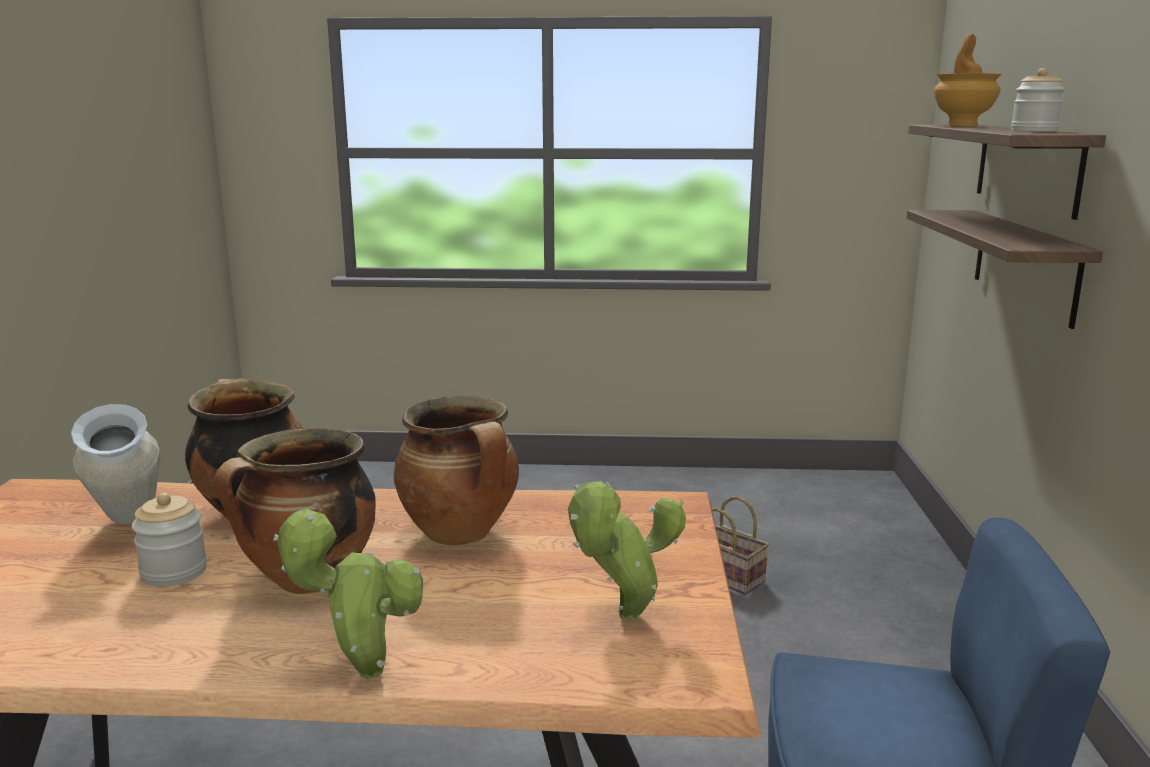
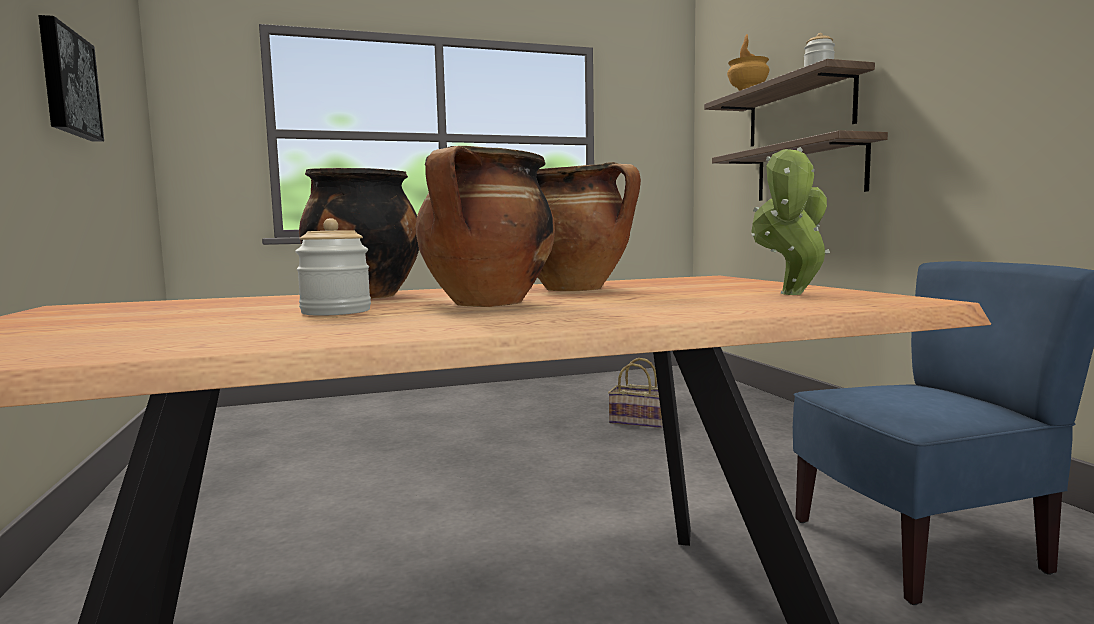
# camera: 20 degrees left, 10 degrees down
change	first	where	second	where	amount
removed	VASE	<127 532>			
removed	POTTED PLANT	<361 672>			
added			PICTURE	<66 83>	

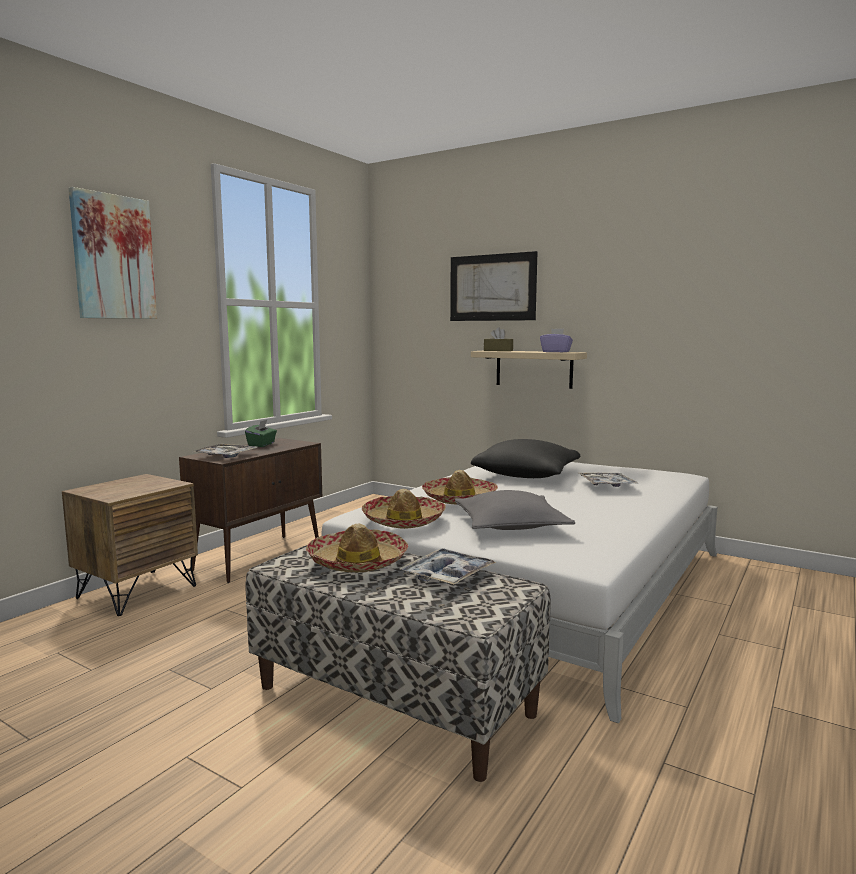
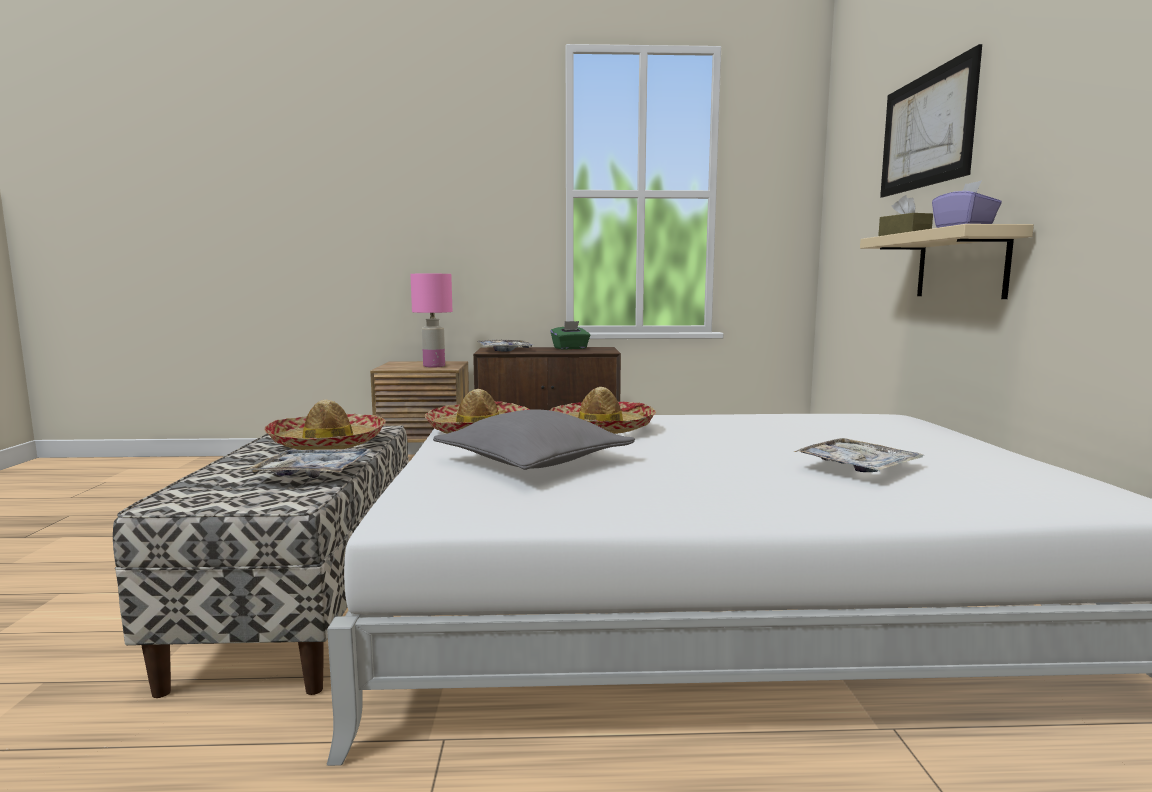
# camera: 55 degrees right, 0 degrees up
change	first	where	second	where	amount
removed	PICTURE	<113 257>			
removed	BLACK PILLOW	<525 475>			
added			PINK TABLE LAMP	<433 366>	

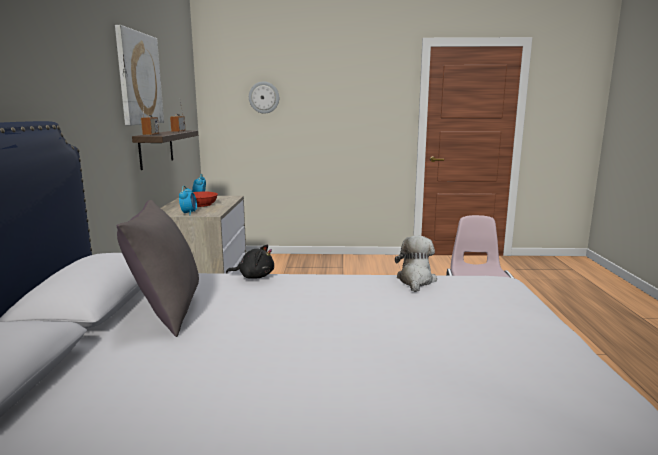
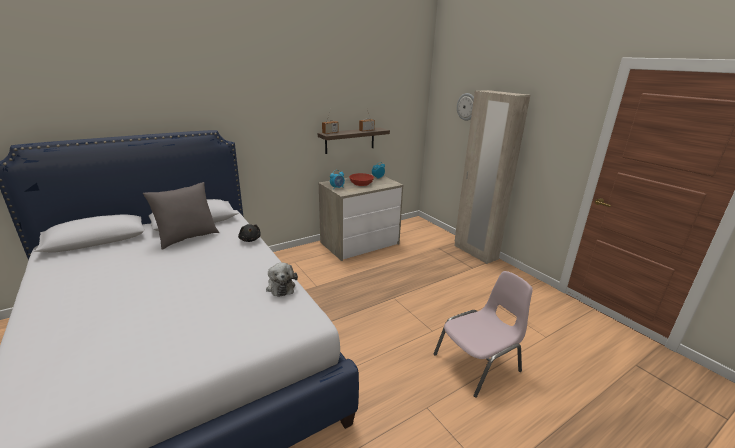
# camera: 55 degrees right, 10 degrees up
change	first	where	second	where	amount
removed	PICTURE	<139 79>			
turned	PLUSH TOY	<415 280>		<280 286>	90 degrees clockwise
added			BEIGE WARDROBE	<475 252>	

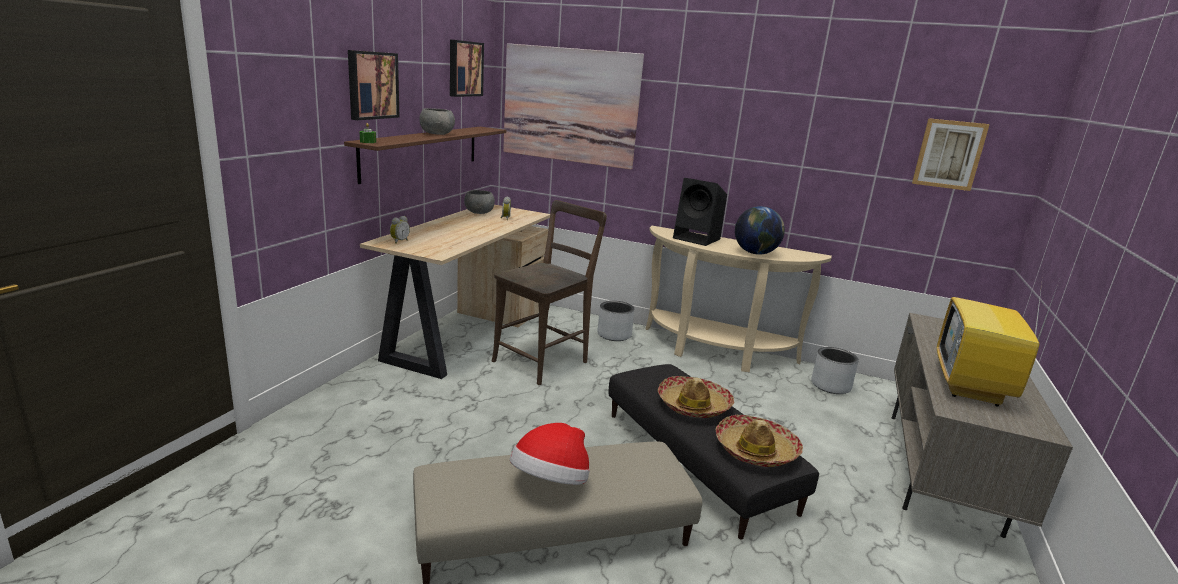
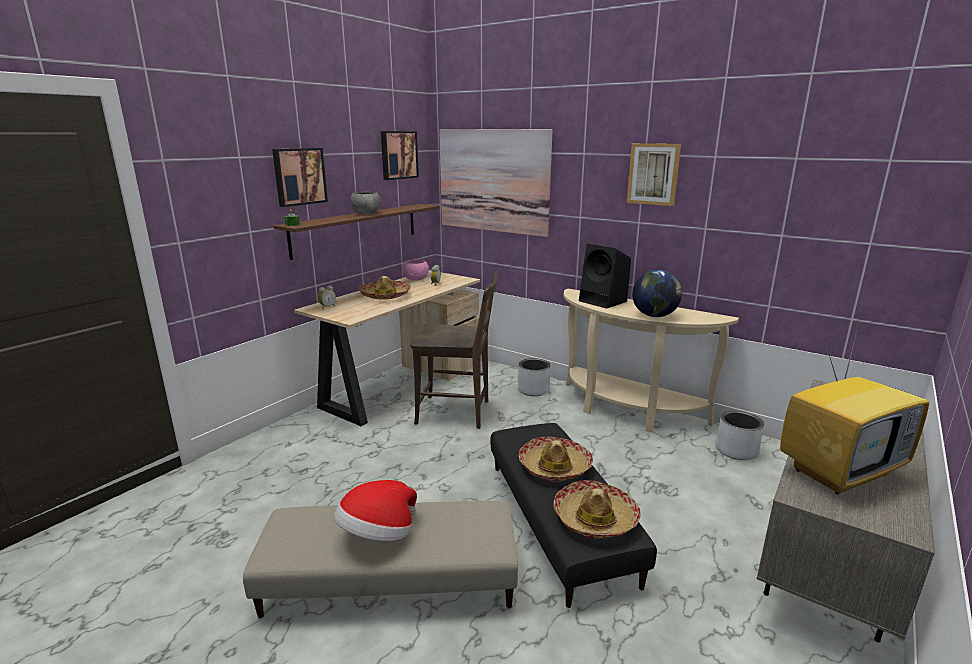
# camera: 15 degrees right, 0 degrees up
change	first	where	second	where	amount
recoloured	GREY BOWL	<479 212>	PINK BOWL	<416 279>	
turned	BROWN CHAIR	<544 360>		<457 412>	45 degrees clockwise
moved	PICTURE	<949 154>		<653 174>	
turned	TELEVISION	<972 388>		<840 470>	150 degrees counterclockwise
added			HAT	<385 295>	

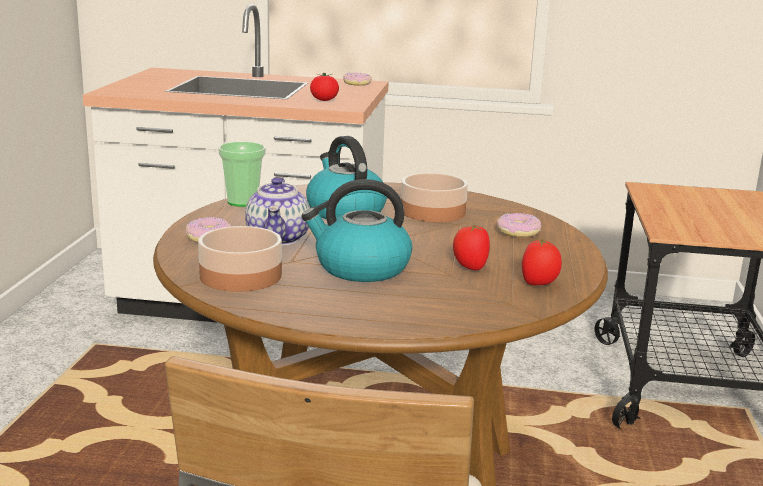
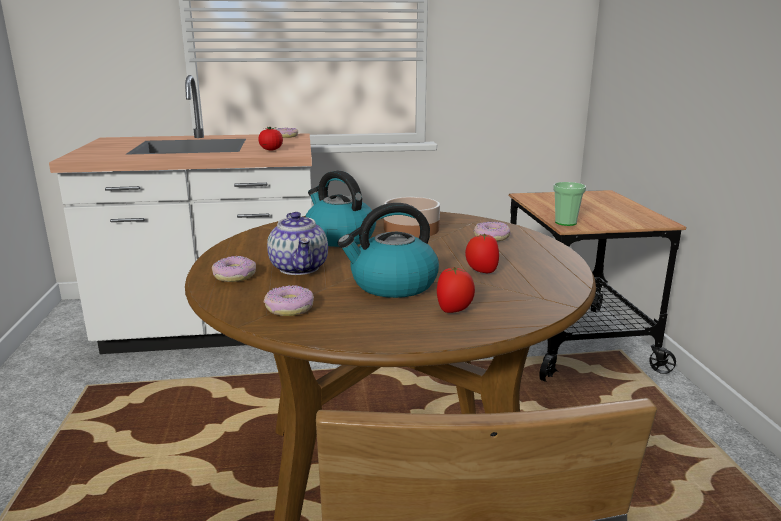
# camera: 15 degrees left, 0 degrees up
change	first	where	second	where	amount
replaced	BOWL	<239 276>	DONUT	<289 308>	
moved	CUP	<243 202>		<565 222>	
moved	TOMATO	<539 284>		<454 310>	

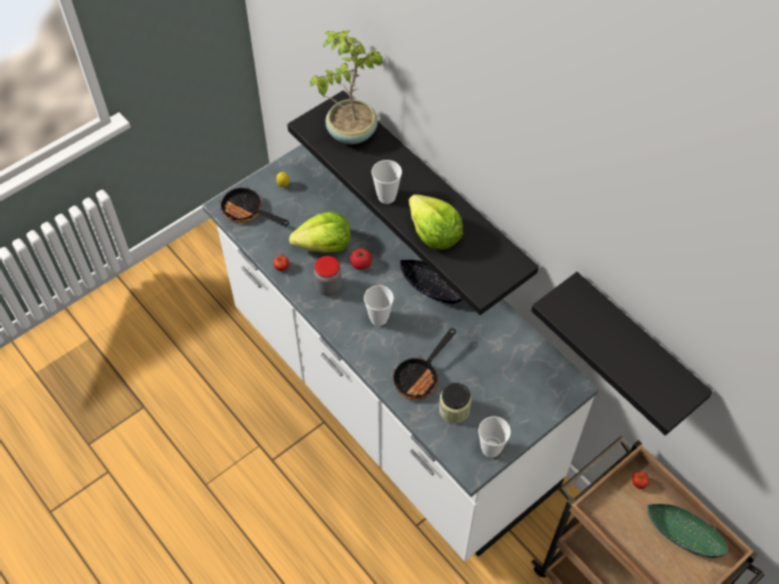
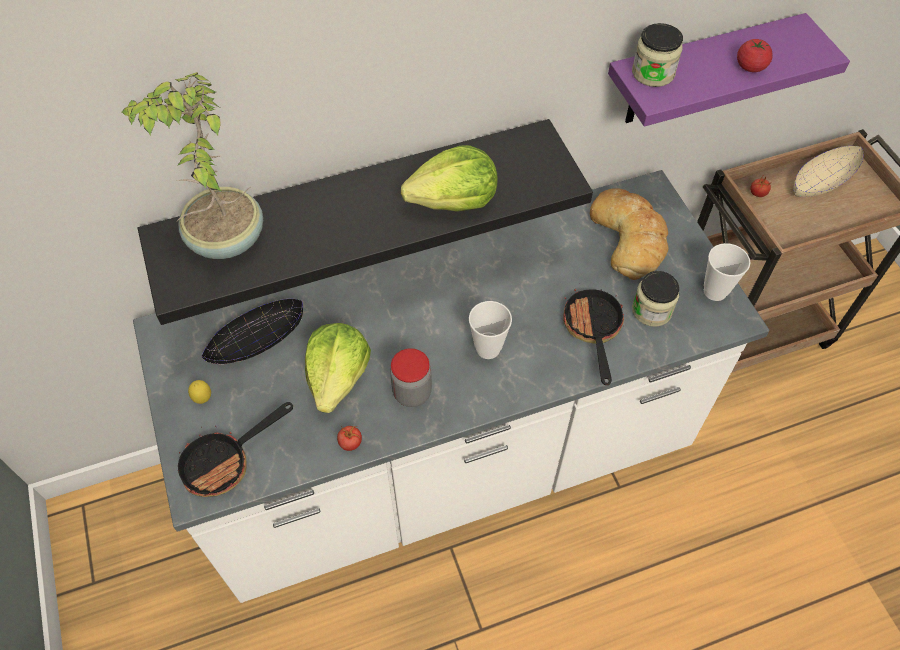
# camera: 70 degrees left, 0 degrees up
change	first	where	second	where	amount
moved	TOMATO	<361 264>		<750 67>	
removed	CUP	<386 197>			
turned	FRYING PAN	<420 376>		<592 330>	150 degrees counterclockwise
moved	BLACK BOWL	<431 287>		<257 340>	
recoloured	BLACK SHELF	<635 347>	PURPLE SHELF	<699 71>	
recoloured	GREEN BOWL	<683 534>	BEIGE BOWL	<822 181>	
added			BREAD	<629 236>	
added			JAR	<653 73>	

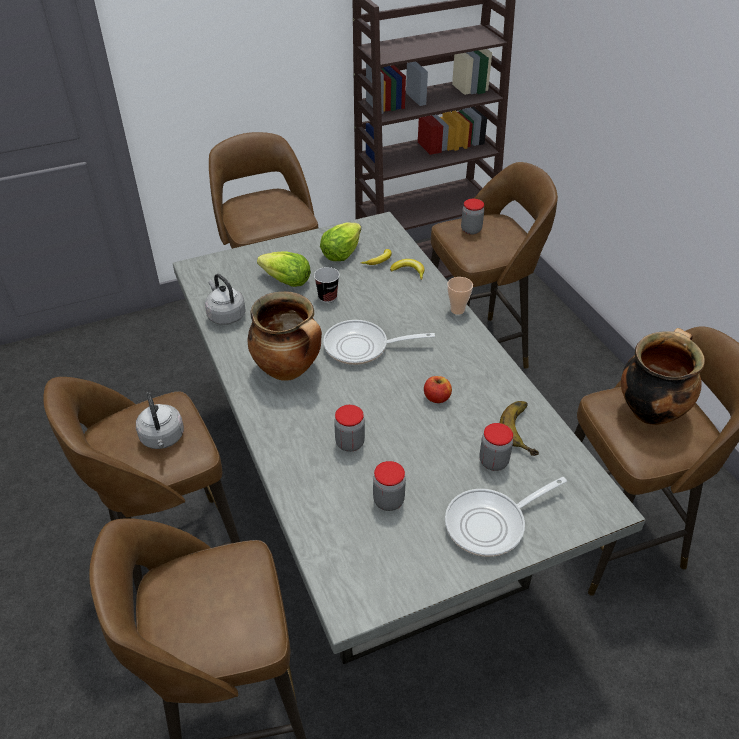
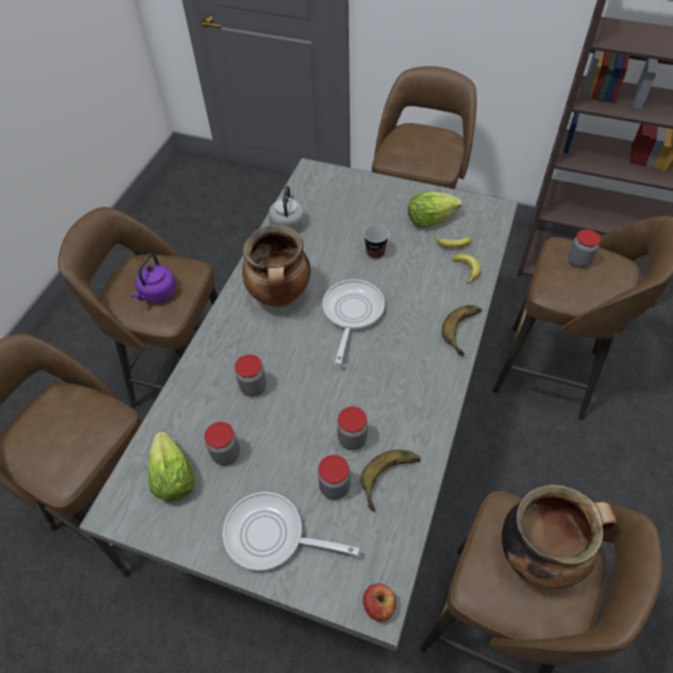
# camera: 45 degrees right, 10 degrees up
change	first	where	second	where	amount
recoloured	GREY KETTLE	<163 439>	PURPLE KETTLE	<157 294>	
moved	LETTUCE	<286 281>		<173 477>	
turned	FRYING PAN	<362 347>		<351 313>	60 degrees clockwise
moved	APPLE	<437 398>		<379 605>	
replaced	CUP	<457 310>	BANANA	<466 331>	
added			JAR	<352 439>	

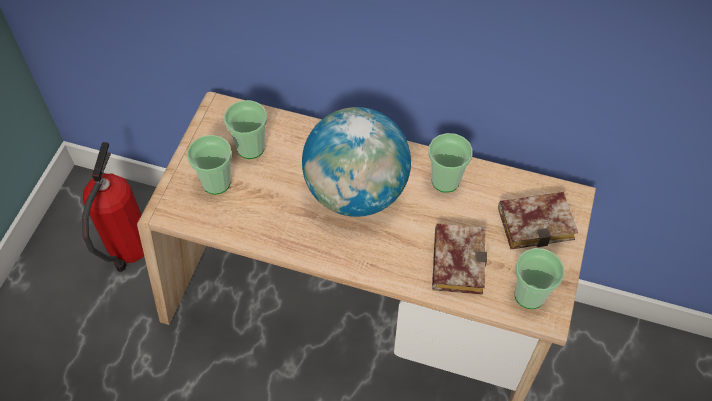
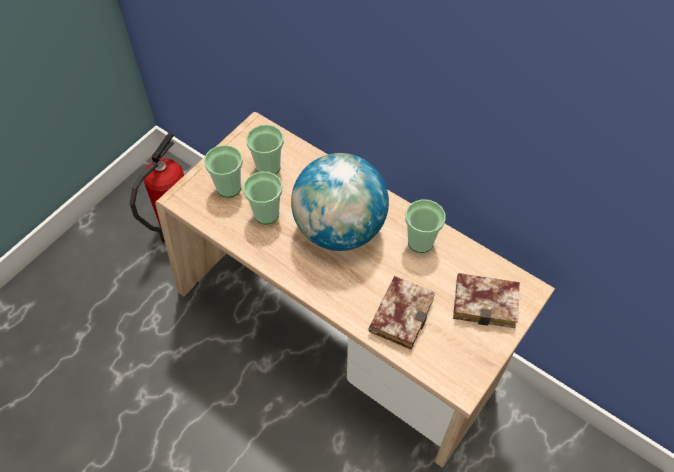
# camera: 20 degrees right, 0 degrees up
change	first	where	second	where	amount
moved	CUP	<529 295>		<266 214>	

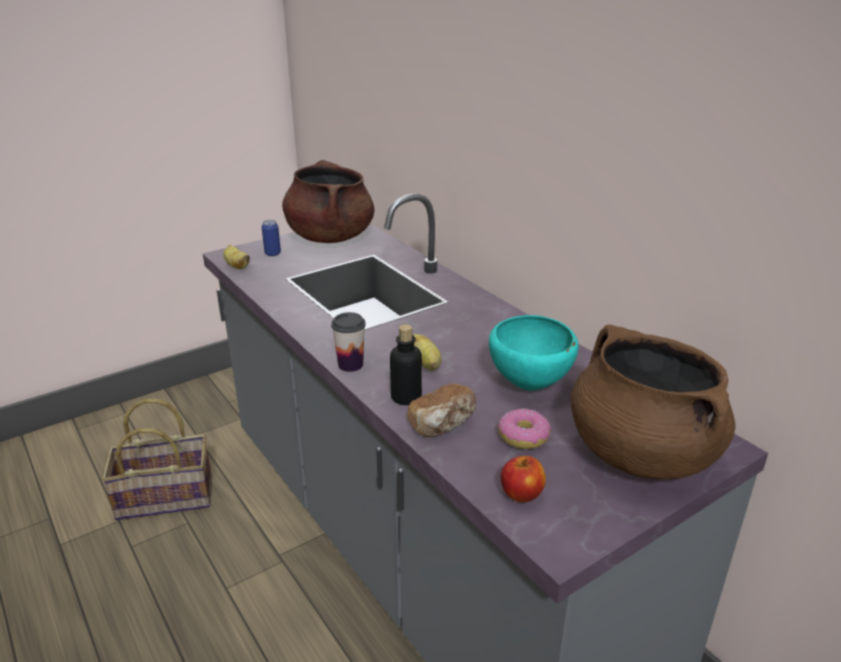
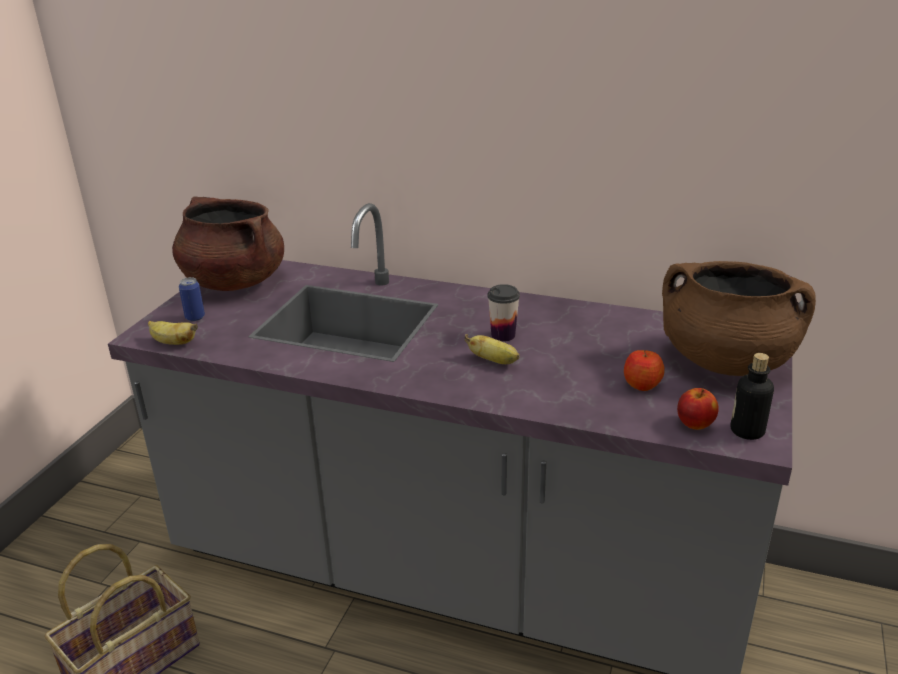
# camera: 35 degrees left, 0 degrees up
change	first	where	second	where	amount
moved	CUP	<350 365>		<503 335>	
moved	BOTTLE	<406 397>		<747 431>	
removed	BREAD	<443 424>			
removed	TURQUOISE BOWL	<530 385>			
replaced	DONUT	<523 437>	APPLE	<642 384>	

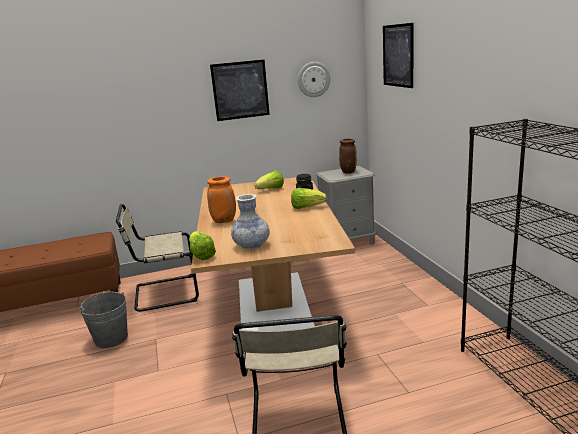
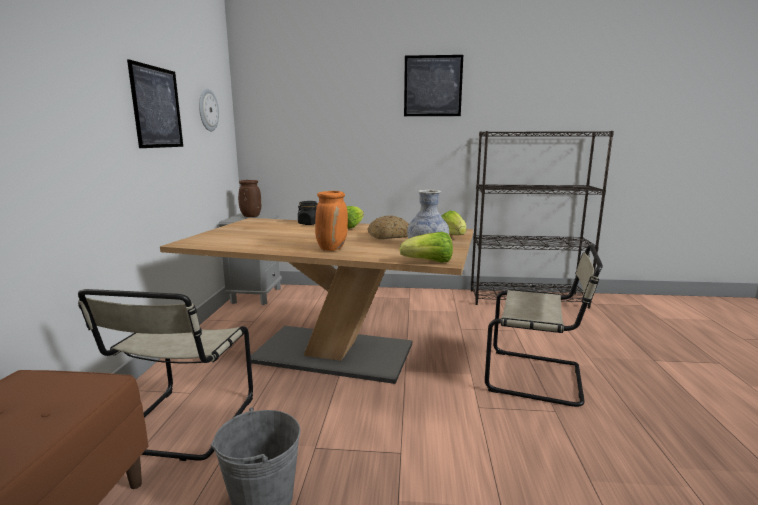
# camera: 70 degrees left, 5 degrees down
change	first	where	second	where	amount
moved	LETTUCE	<271 189>		<453 236>	
moved	PICTURE	<398 55>		<433 86>	
added			BREAD	<388 236>	

